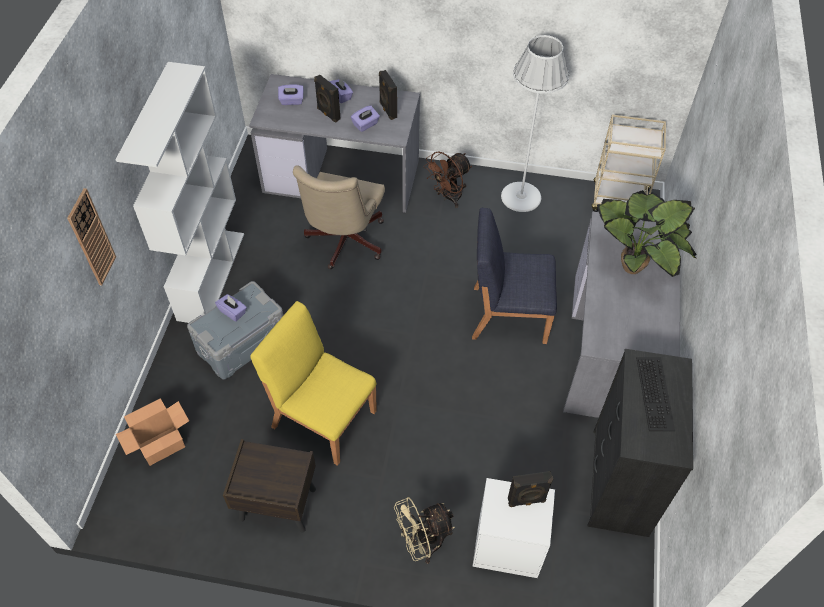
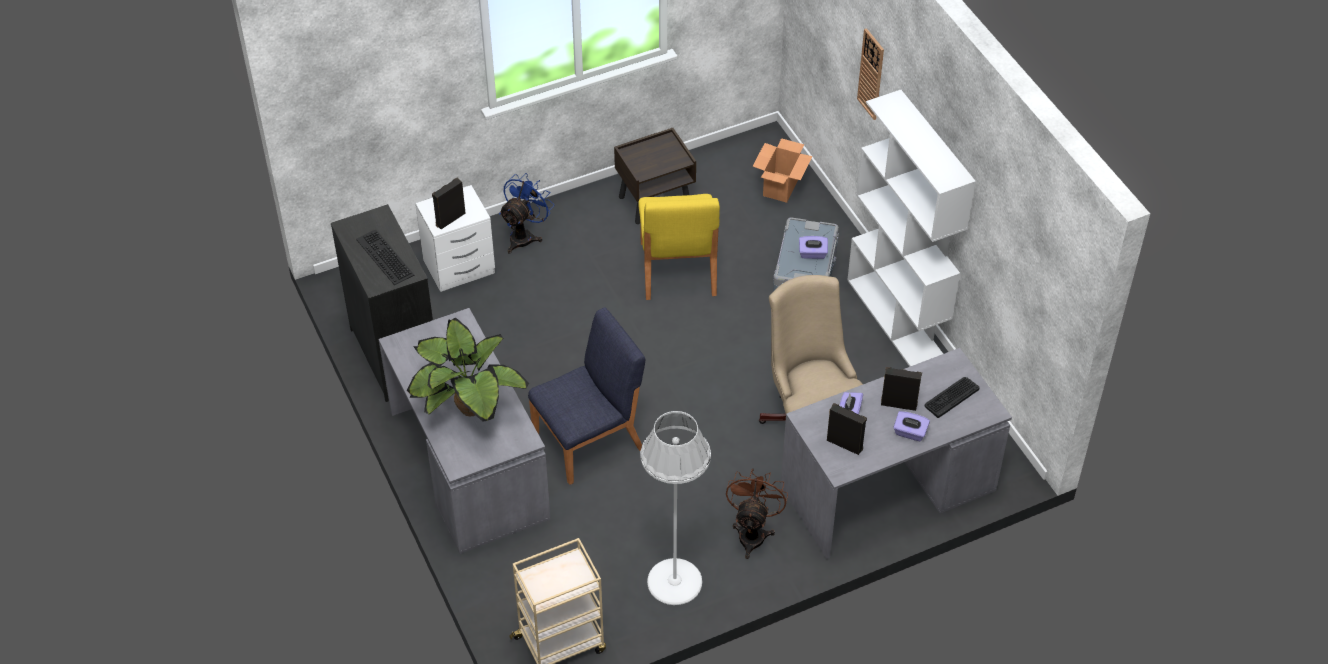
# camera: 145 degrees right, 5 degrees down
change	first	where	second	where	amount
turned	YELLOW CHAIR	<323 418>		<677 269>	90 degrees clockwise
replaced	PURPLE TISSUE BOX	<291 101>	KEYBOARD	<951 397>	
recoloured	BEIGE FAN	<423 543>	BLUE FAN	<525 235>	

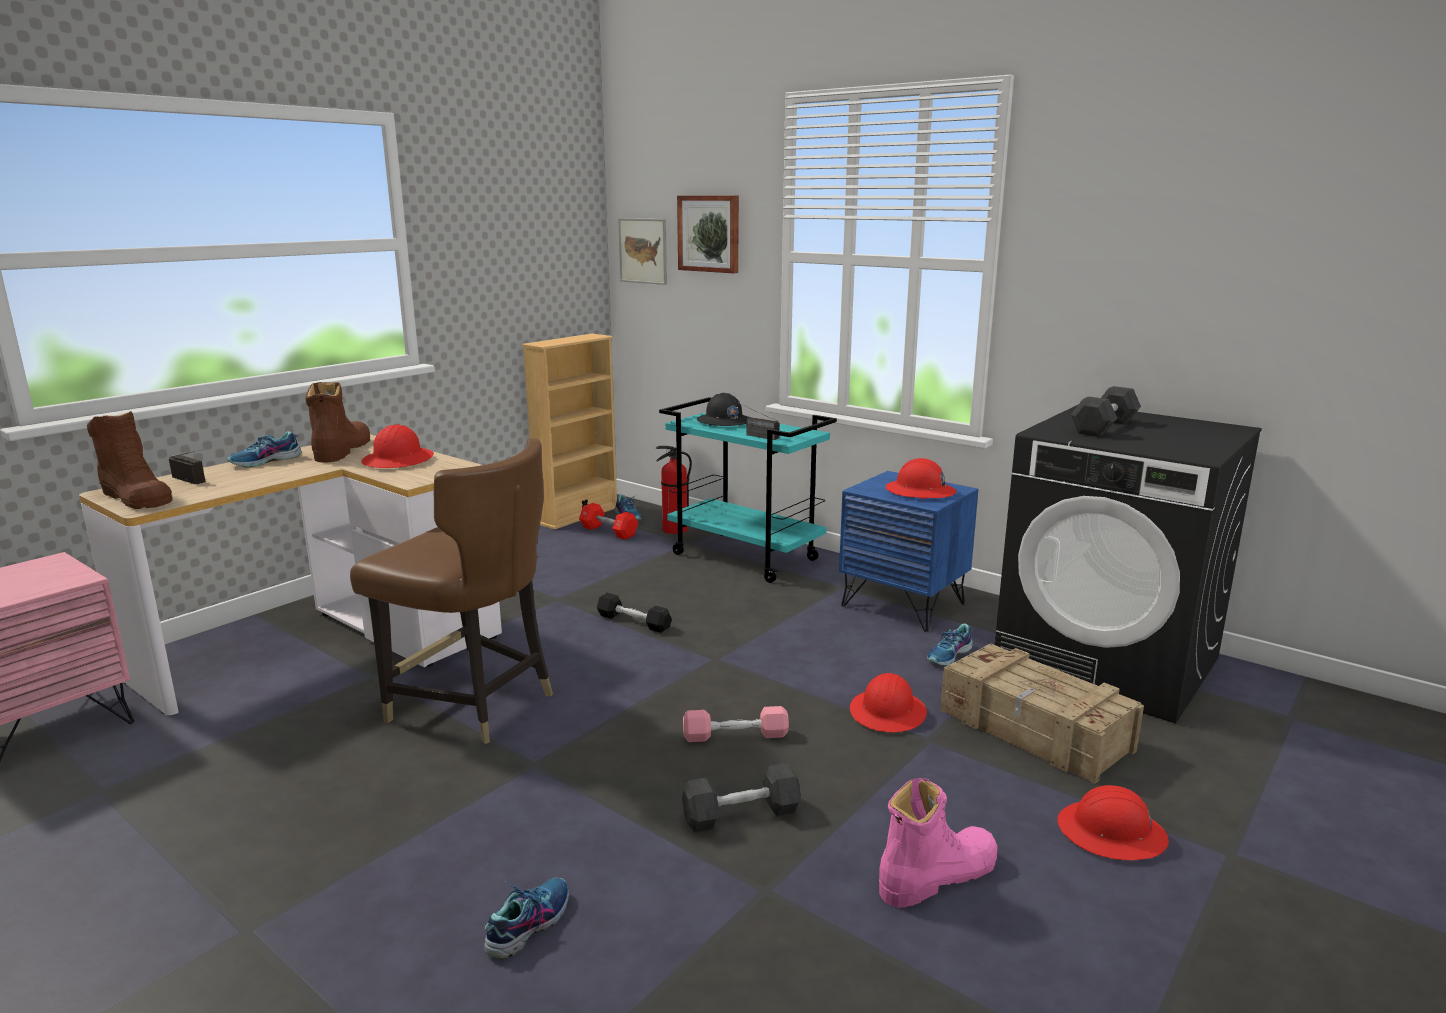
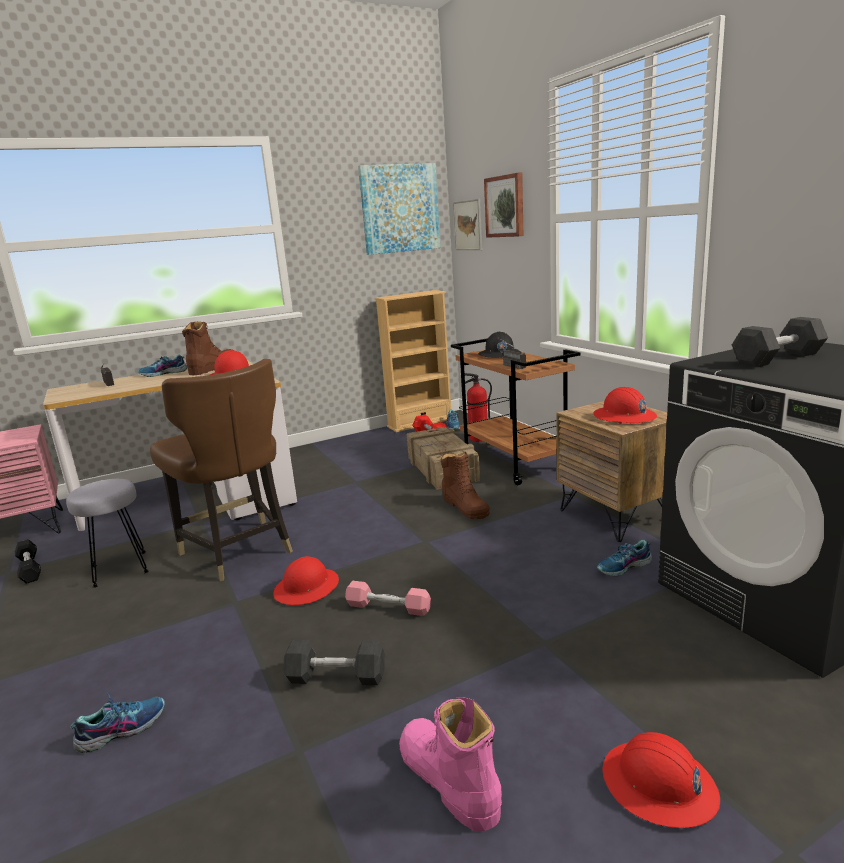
# camera: 25 degrees right, 0 degrees up
change	first	where	second	where	amount
moved	BROWN BOOT	<136 497>		<465 507>	
moved	BLACK DUMBBELL	<633 622>		<29 568>	
recoloured	TURQUOISE CART	<746 557>	BROWN CART	<515 463>	
recoloured	BLUE NIGHTSTAND	<903 605>	BROWN NIGHTSTAND	<616 516>	
moved	RED HARD HAT	<888 712>		<307 588>	
turned	PINK BOOT	<937 876>		<448 780>	120 degrees counterclockwise
moved	CRATE	<1035 731>		<441 469>	
added			GREY STOOL	<120 568>	
added			PICTURE	<400 208>	

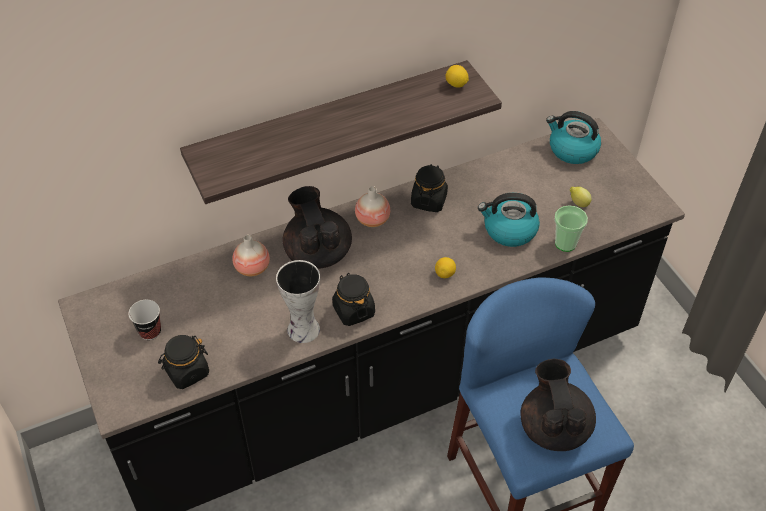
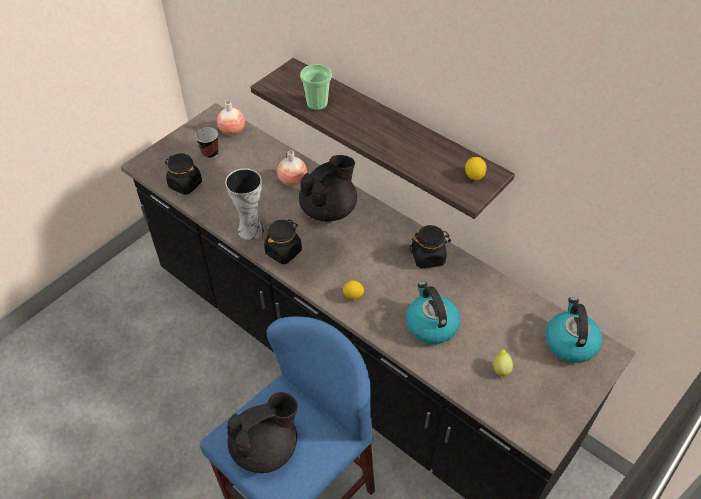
# camera: 65 degrees right, 0 degrees up
change	first	where	second	where	amount
moved	VASE	<372 220>		<232 130>	
moved	CUP	<565 243>		<317 104>	

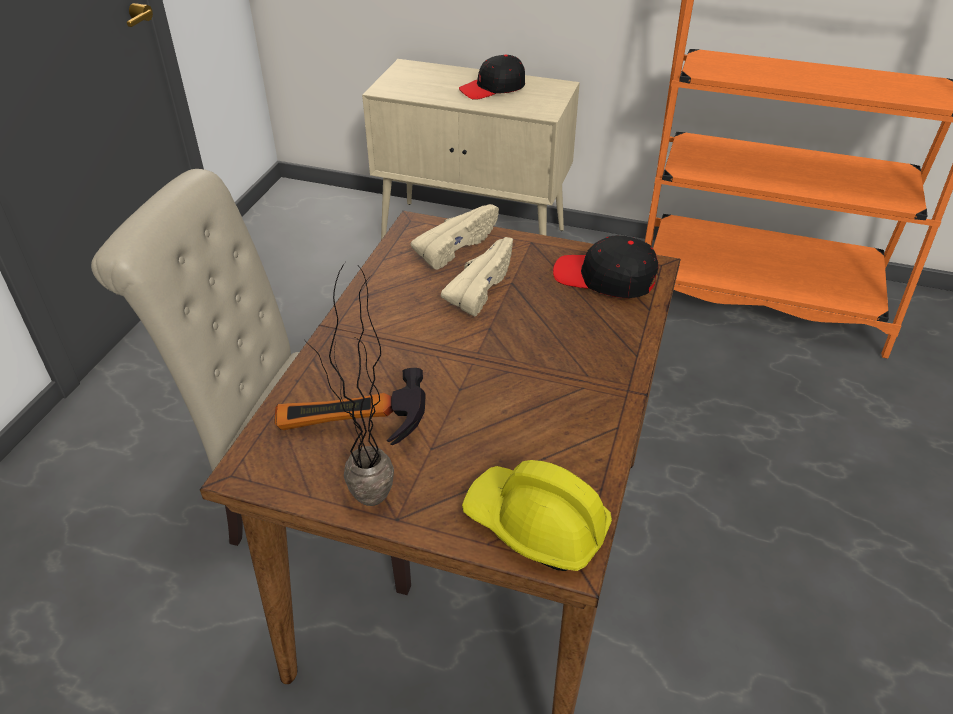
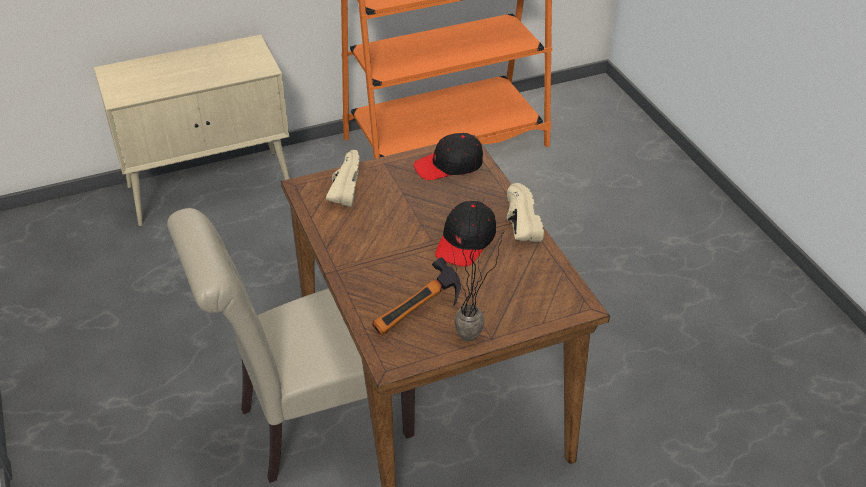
# camera: 40 degrees left, 0 degrees up
change	first	where	second	where	amount
moved	BEIGE SHOE	<478 287>		<517 224>	
moved	BLACK CAP	<493 88>		<466 241>	
removed	YELLOW HARD HAT	<535 525>			

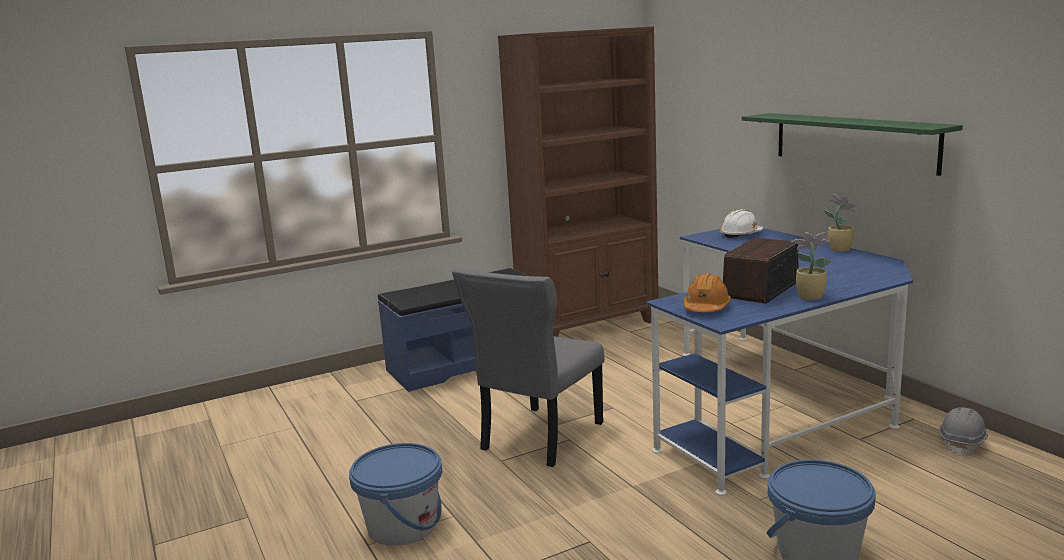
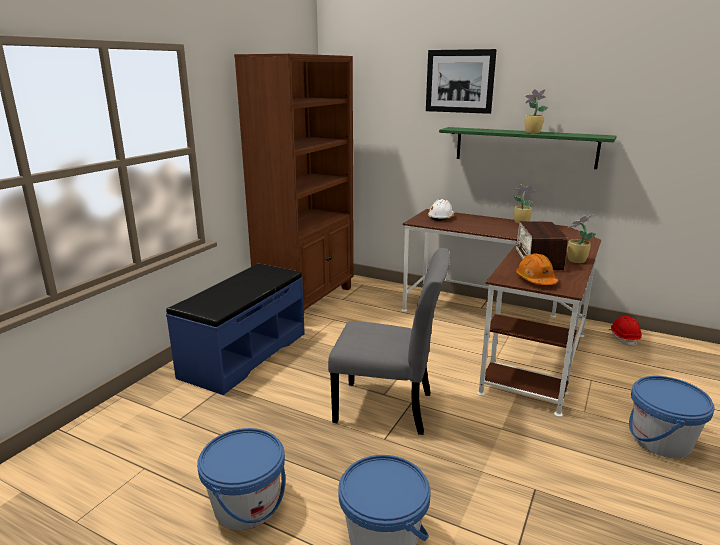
# camera: 35 degrees left, 5 degrees up
change	first	where	second	where	amount
turned	GREY CHAIR	<539 438>		<388 408>	75 degrees counterclockwise
recoloured	BLUE DESK	<777 404>	BROWN DESK	<503 335>	
recoloured	GREY HARD HAT	<962 443>	RED HARD HAT	<623 338>	
added			BLUE BUCKET	<246 505>	
added			PICTURE	<459 81>	
added			POTTED PLANT	<531 132>	

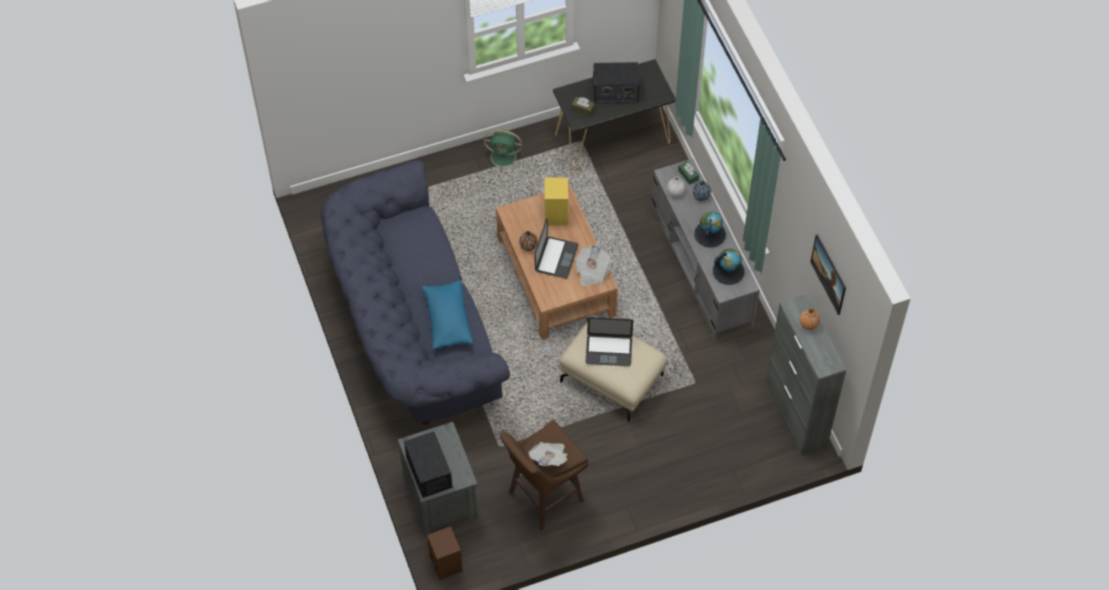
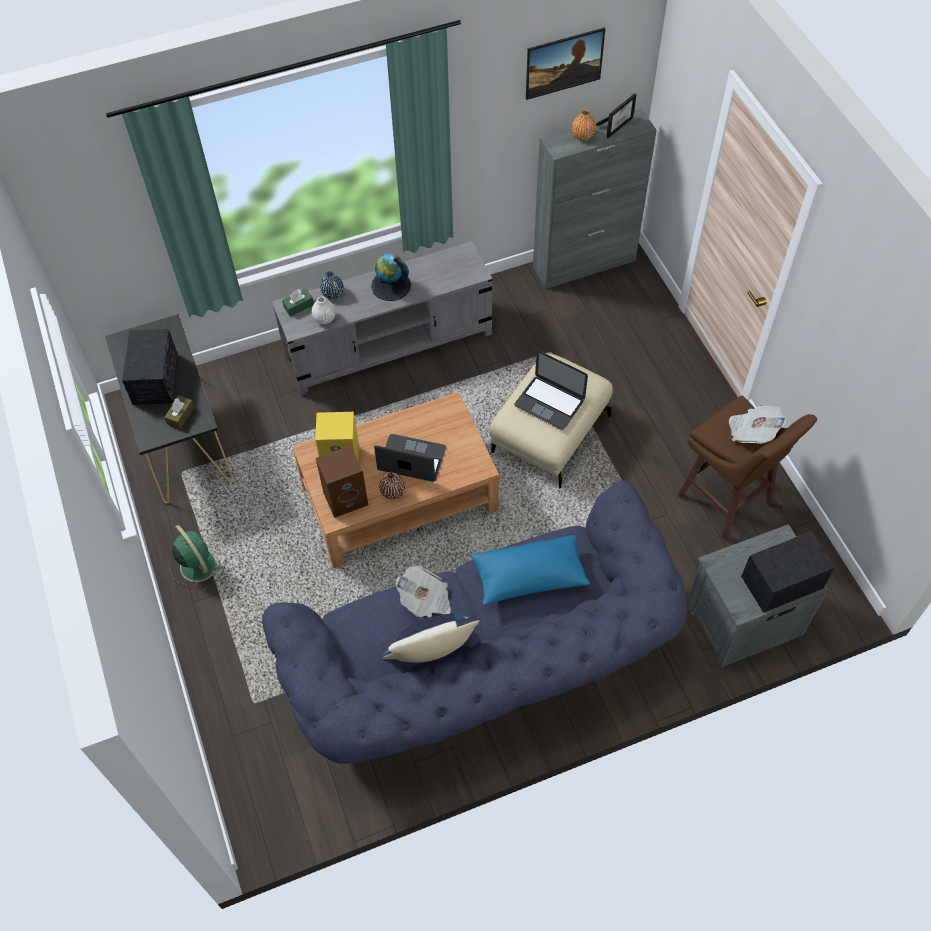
# camera: 90 degrees left, 0 degrees up
change	first	where	second	where	amount
moved	BROWN SPEAKER	<447 564>		<346 497>	
turned	GREEN FAN	<504 157>		<197 564>	45 degrees counterclockwise
moved	NEWSPAPER	<591 271>		<425 600>	
turned	LAPTOP	<609 350>		<549 402>	120 degrees clockwise
removed	GLOBE	<728 271>			
added			BLUE PILLOW	<431 655>	
added			PICTURE FRAME	<617 125>	

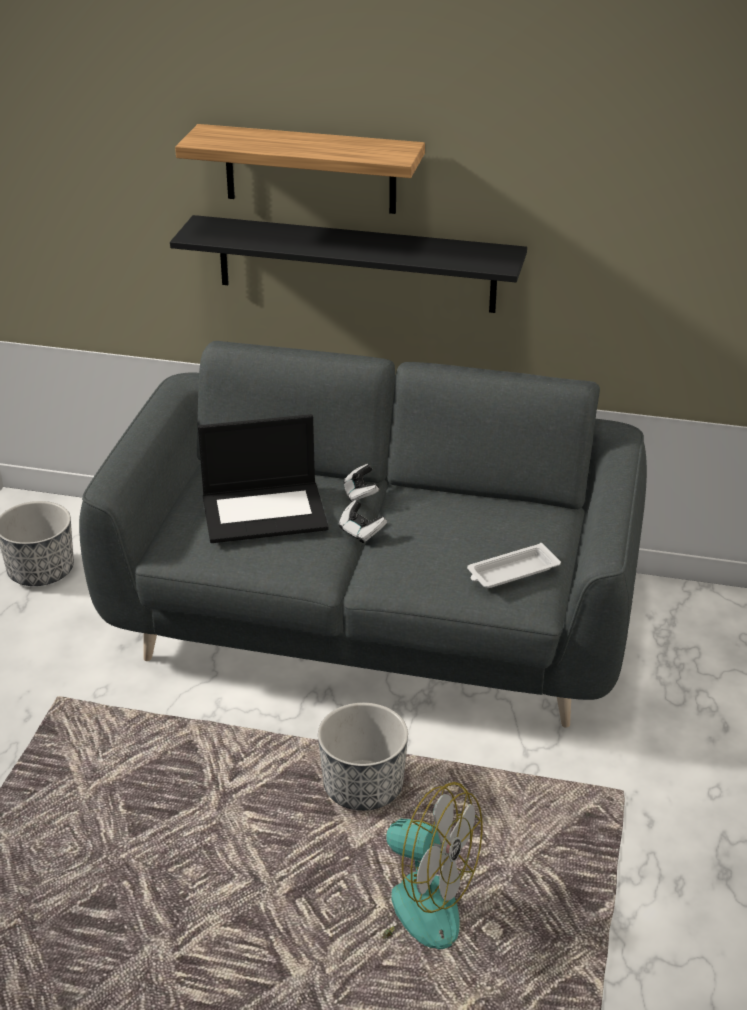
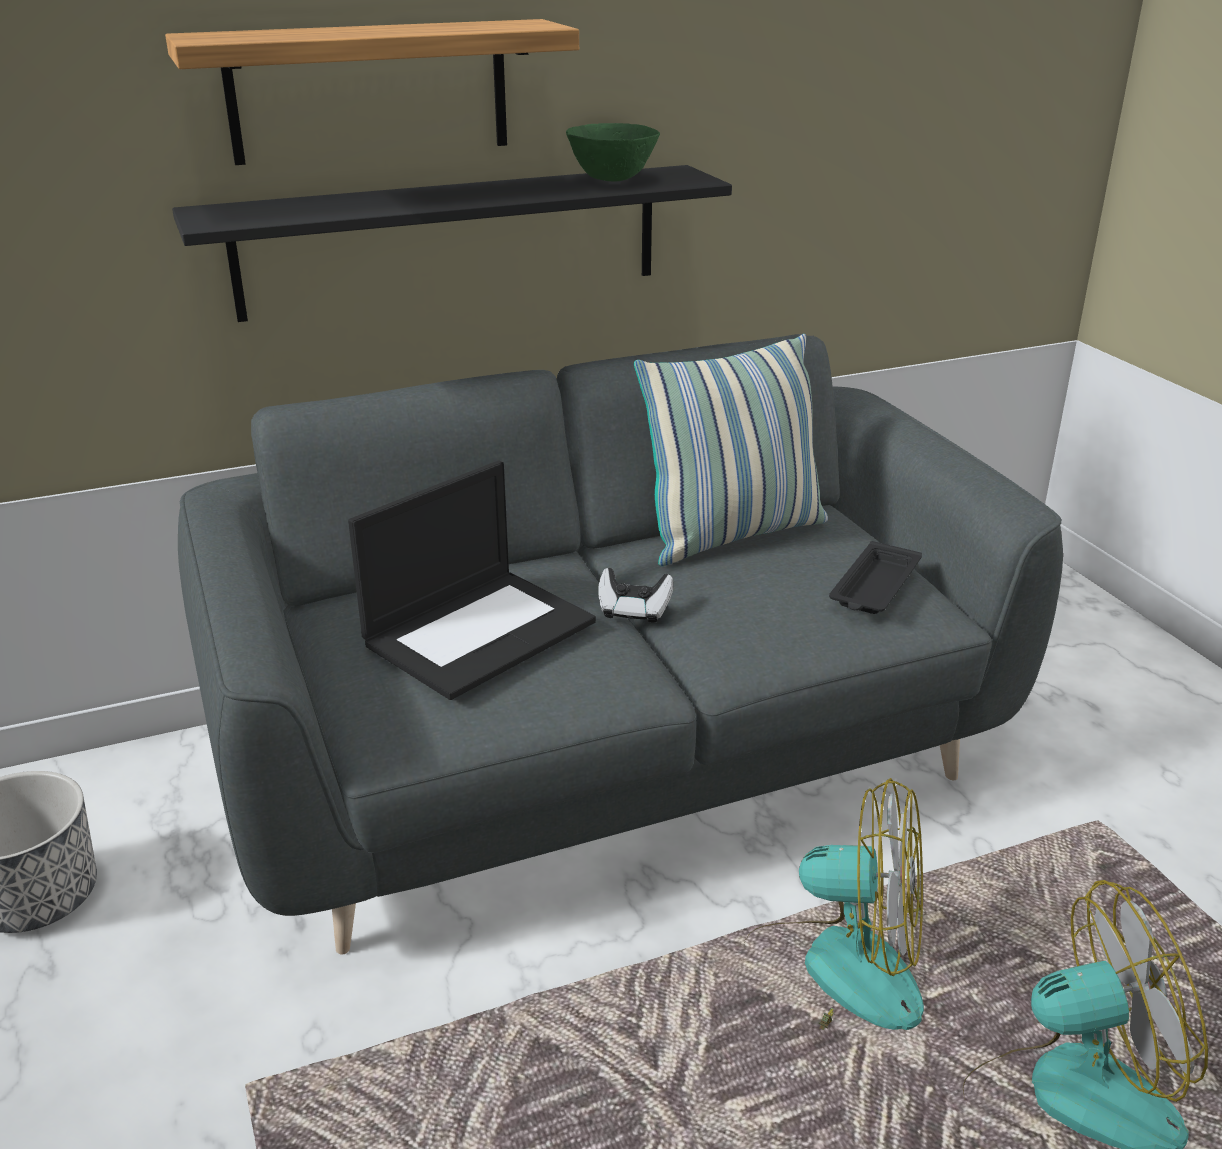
# camera: 35 degrees left, 5 degrees down
change	first	where	second	where	amount
replaced	PLANTER	<363 786>	FAN	<831 974>	
removed	GAME CONTROLLER	<360 494>			
recoloured	WHITE TRAY	<511 572>	BLACK TRAY	<874 587>	
added			GREEN BOWL	<612 179>	
added			PILLOW	<732 535>	

